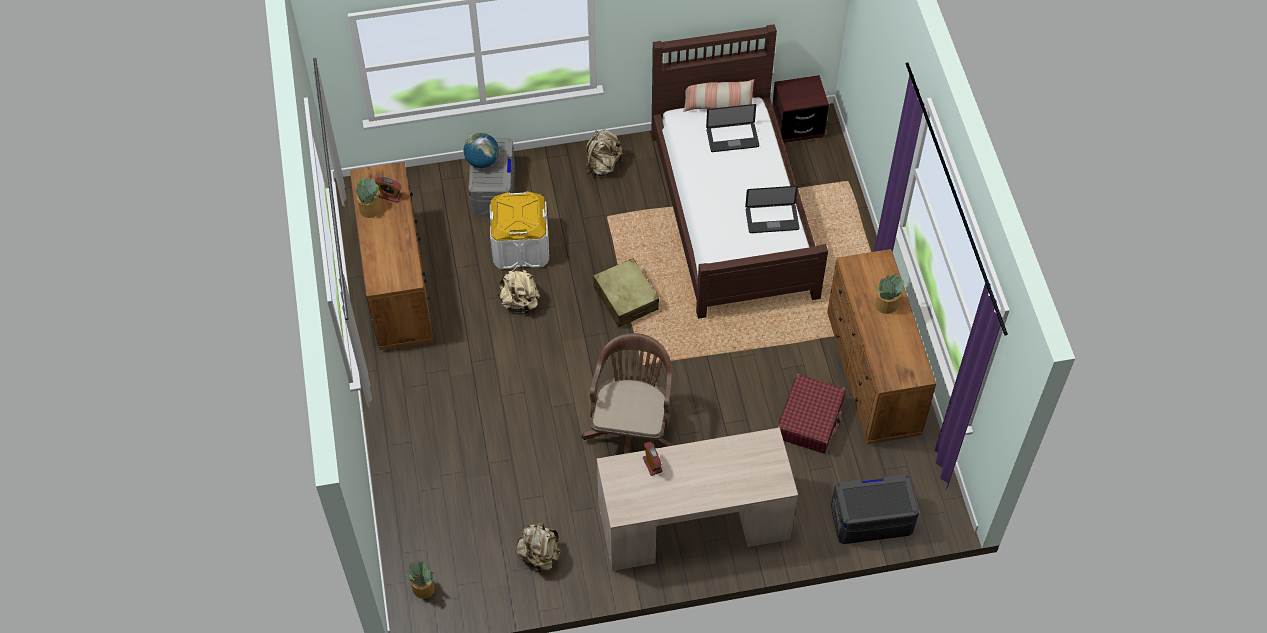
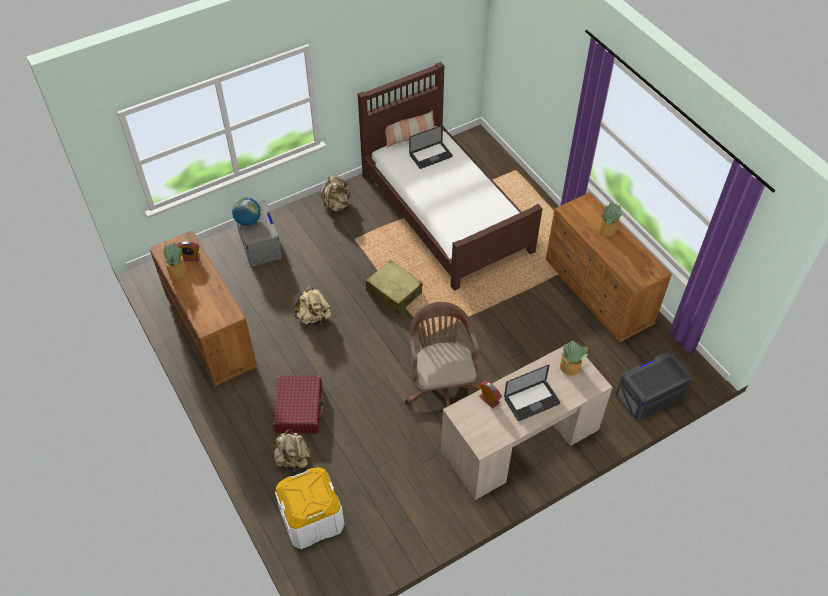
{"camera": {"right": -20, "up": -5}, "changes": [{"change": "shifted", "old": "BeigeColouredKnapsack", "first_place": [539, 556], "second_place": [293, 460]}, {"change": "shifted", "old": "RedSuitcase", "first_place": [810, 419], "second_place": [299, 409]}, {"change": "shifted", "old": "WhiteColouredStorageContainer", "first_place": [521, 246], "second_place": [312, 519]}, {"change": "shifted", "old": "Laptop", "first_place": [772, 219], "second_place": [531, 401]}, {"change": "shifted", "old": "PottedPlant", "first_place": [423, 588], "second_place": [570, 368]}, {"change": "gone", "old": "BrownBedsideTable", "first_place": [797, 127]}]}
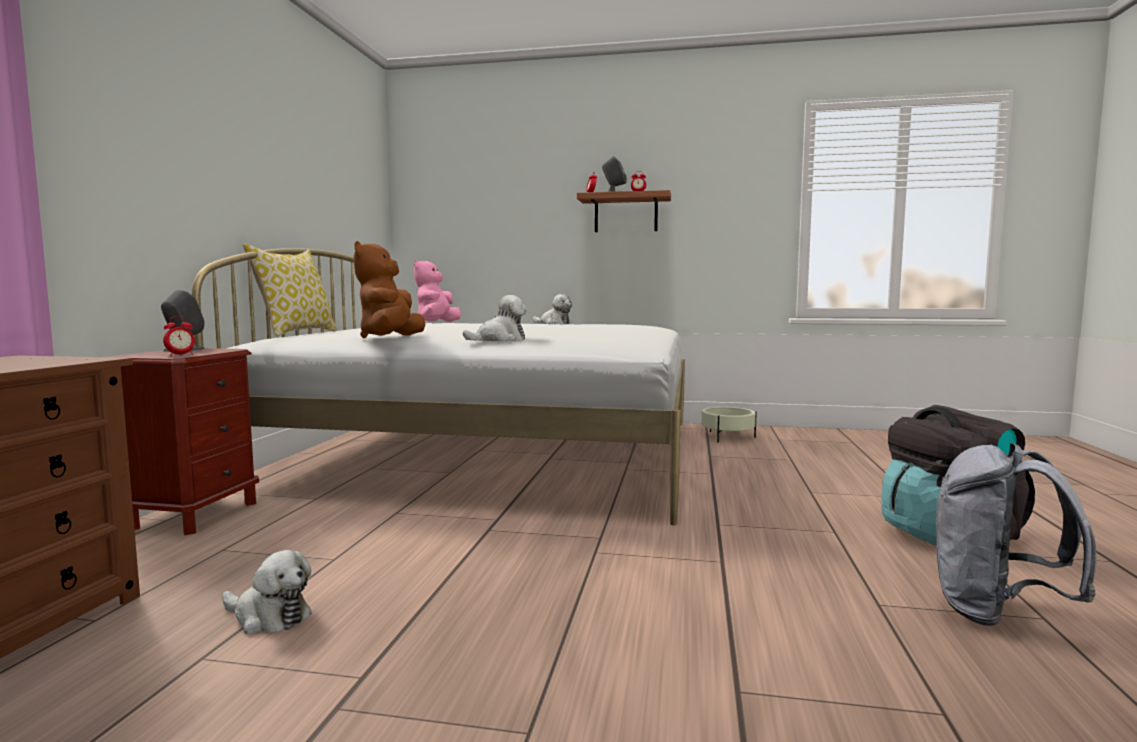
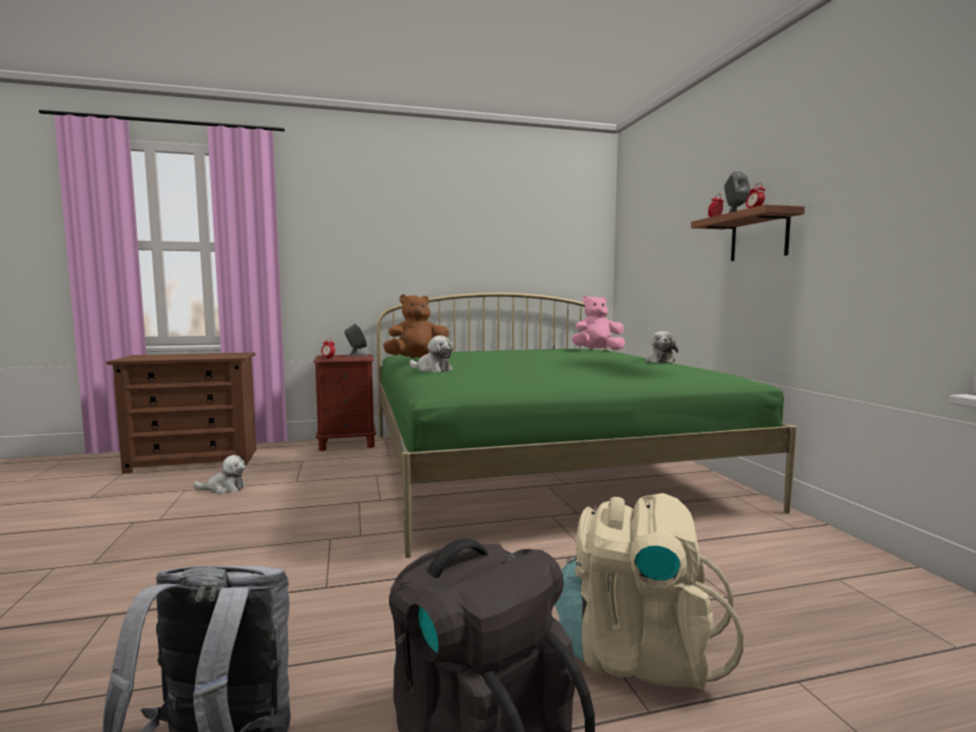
{"camera": {"right": 65, "up": 0}, "changes": [{"change": "rotated", "old": "PlushToy", "first_place": [268, 617], "second_place": [224, 489], "degrees": -90}, {"change": "repainted", "old": "WhiteColouredBedroomBed", "new": "GreenishBedroomBed", "first_place": [493, 452], "second_place": [540, 466]}, {"change": "new", "new": "BeigeColouredKnapsack", "second_place": [637, 654]}, {"change": "gone", "old": "Pillow", "first_place": [296, 333]}, {"change": "gone", "old": "BeigeColouredPlantPot", "first_place": [727, 437]}]}
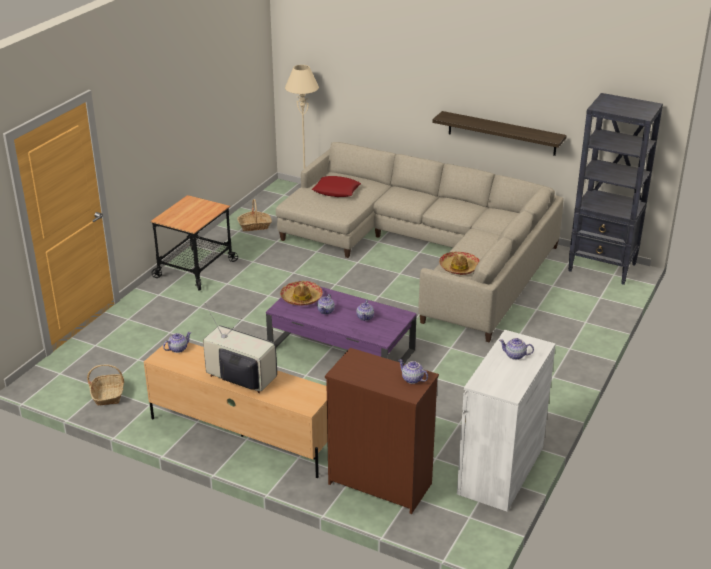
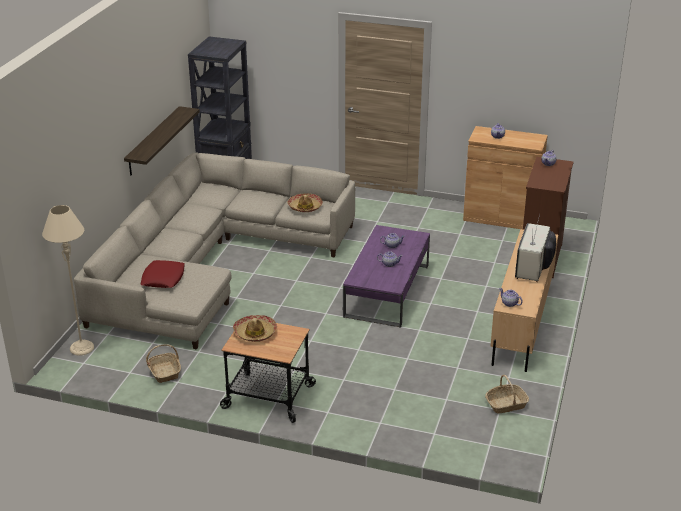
{"camera": {"right": -100, "up": 0}, "changes": [{"change": "shifted", "old": "Hat", "first_place": [301, 298], "second_place": [255, 333]}, {"change": "repainted", "old": "WhiteColouredCabinet", "new": "BrownCabinet", "first_place": [501, 470], "second_place": [501, 217]}]}
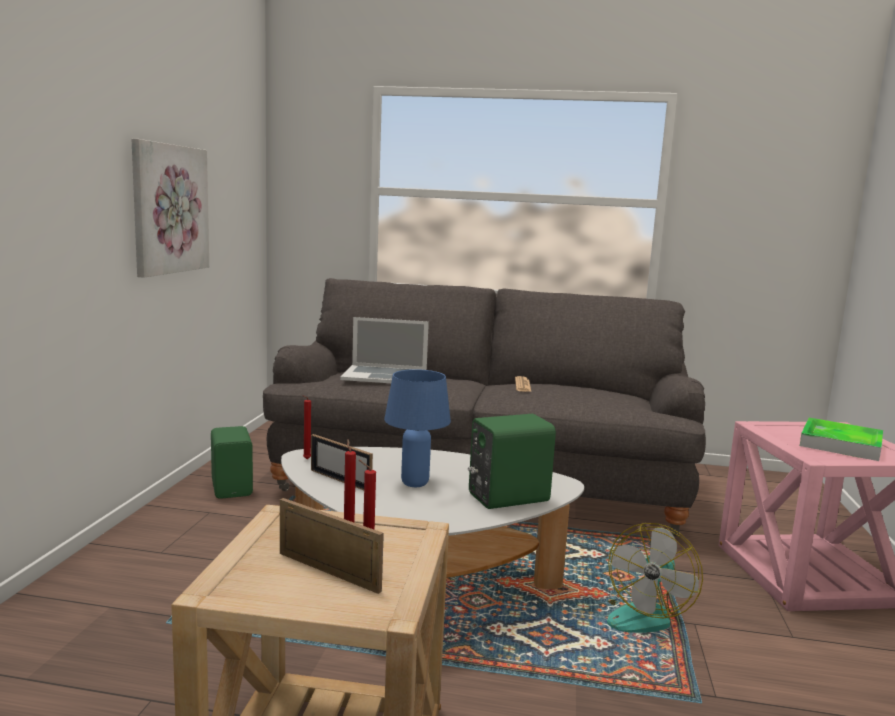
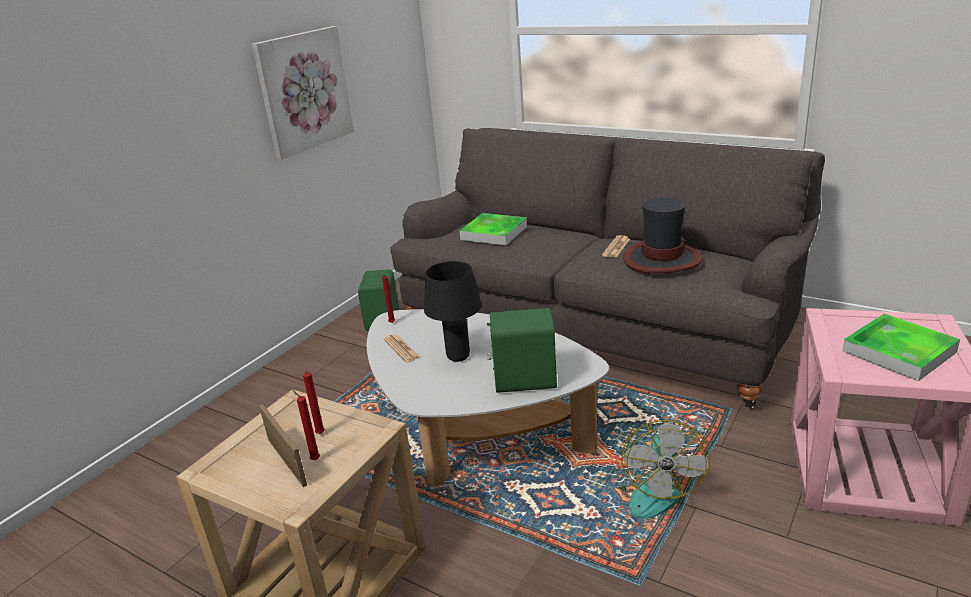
{"camera": {"right": 25, "up": 15}, "changes": [{"change": "swapped", "old": "StandingFrame", "new": "DailyPaper", "first_place": [340, 480], "second_place": [401, 349]}, {"change": "repainted", "old": "BlueColouredTableLamp", "new": "BlackishTableLamp", "first_place": [415, 483], "second_place": [459, 356]}, {"change": "swapped", "old": "Laptop", "new": "Tray", "first_place": [385, 375], "second_place": [494, 233]}, {"change": "rotated", "old": "ElectricFan", "first_place": [643, 614], "second_place": [652, 490], "degrees": -45}, {"change": "new", "new": "Hat", "second_place": [661, 259]}]}
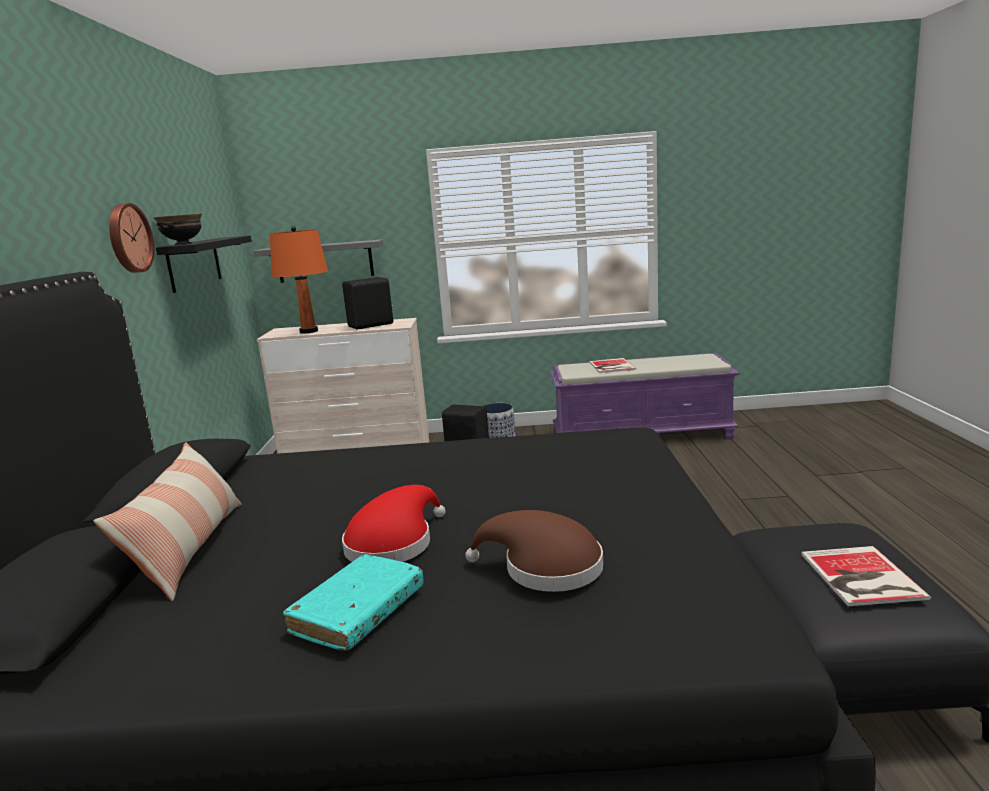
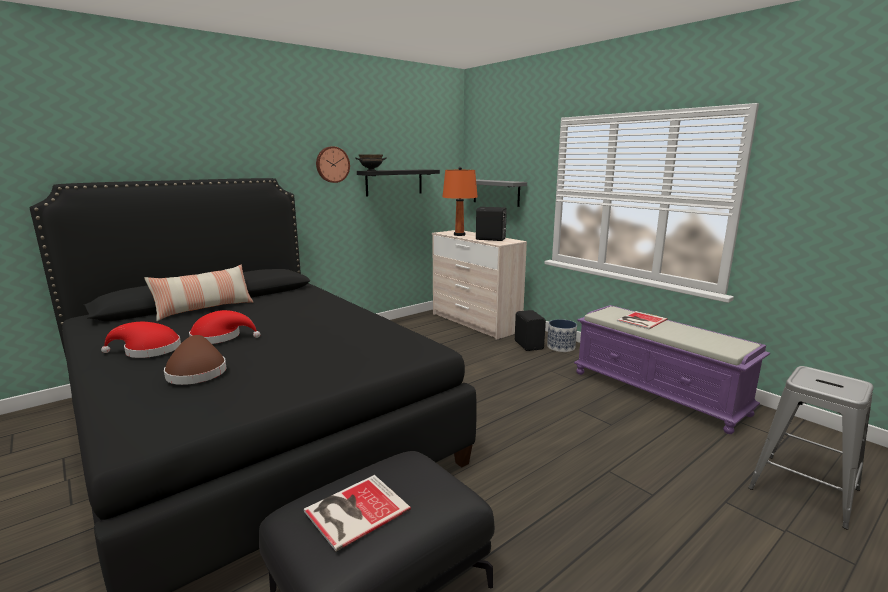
{"camera": {"right": 50, "up": 0}, "changes": [{"change": "swapped", "old": "BlueGreenVolume", "new": "RedHat", "first_place": [358, 612], "second_place": [148, 350]}, {"change": "new", "new": "GreyStool", "second_place": [804, 489]}]}
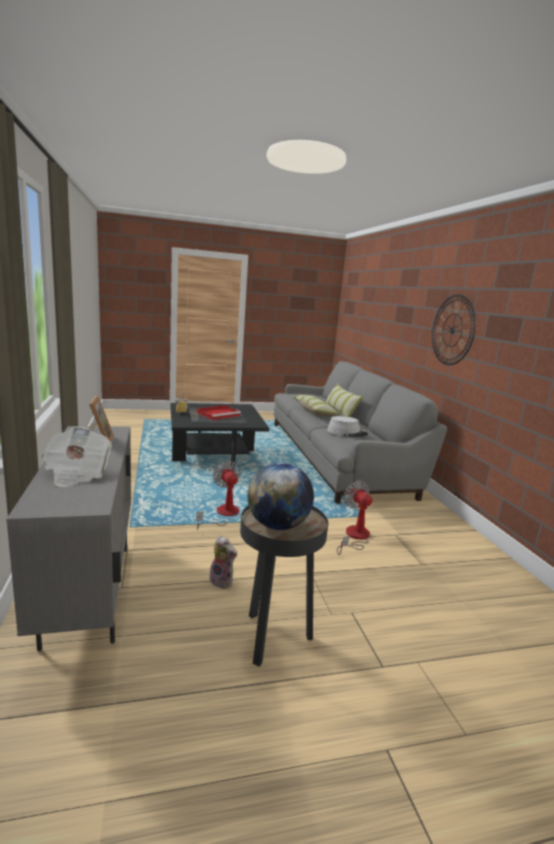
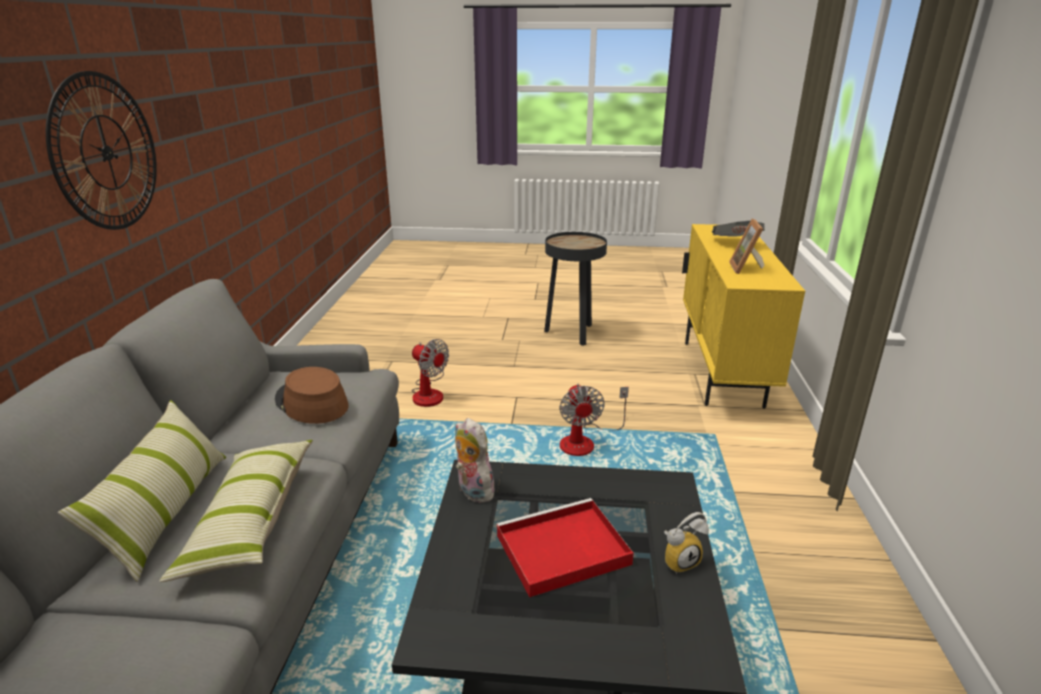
{"camera": {"right": -160, "up": 10}, "changes": [{"change": "repainted", "old": "GreyHat", "new": "BrownHat", "first_place": [347, 433], "second_place": [311, 403]}, {"change": "rotated", "old": "ElectricFan", "first_place": [354, 537], "second_place": [429, 392], "degrees": -45}, {"change": "shifted", "old": "PlushToy", "first_place": [223, 581], "second_place": [472, 491]}, {"change": "repainted", "old": "GreyCabinet", "new": "YellowishCabinet", "first_place": [89, 592], "second_place": [721, 373]}, {"change": "gone", "old": "WorldGlobe", "first_place": [278, 525]}]}
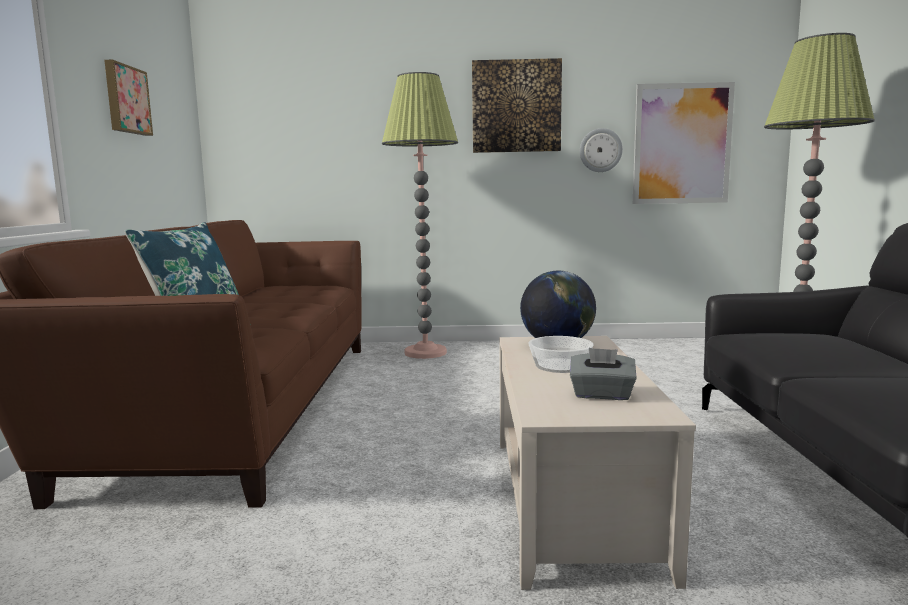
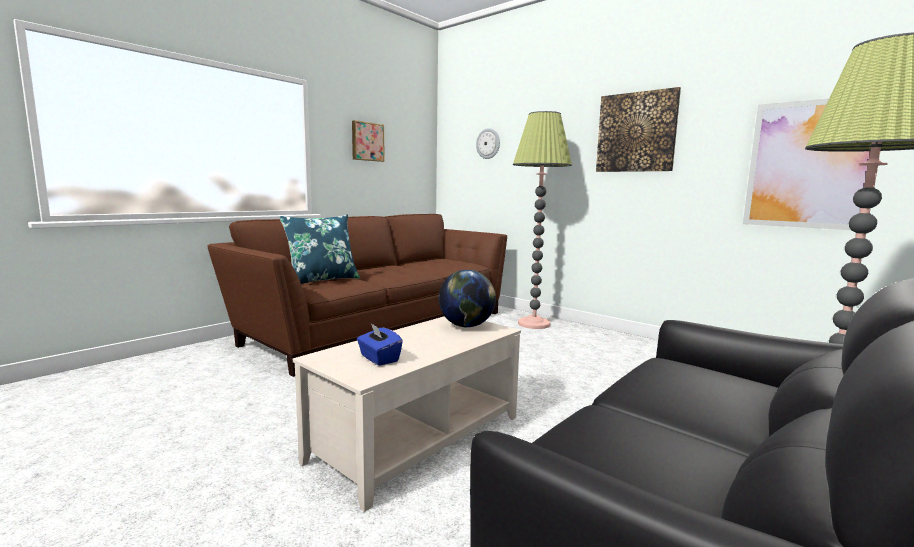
{"camera": {"right": 40, "up": 0}, "changes": [{"change": "repainted", "old": "GreyTissueHolder", "new": "BlueColouredTissueHolder", "first_place": [602, 395], "second_place": [379, 358]}, {"change": "shifted", "old": "HangingClock", "first_place": [600, 150], "second_place": [488, 143]}, {"change": "gone", "old": "ServingBowl", "first_place": [560, 365]}]}
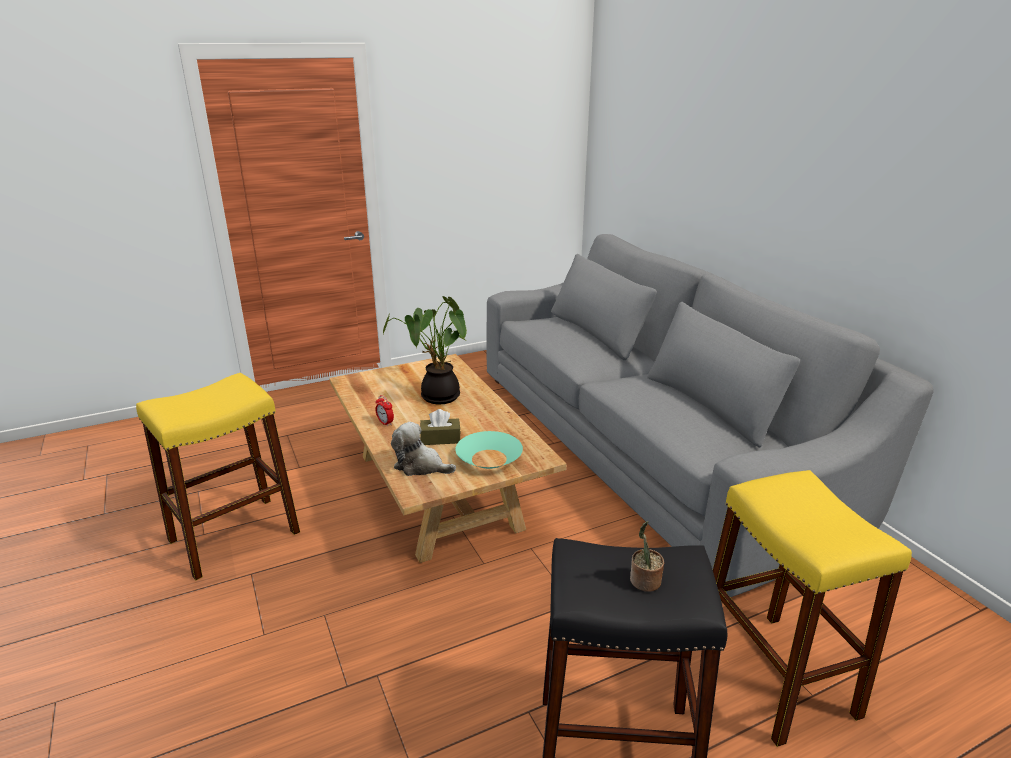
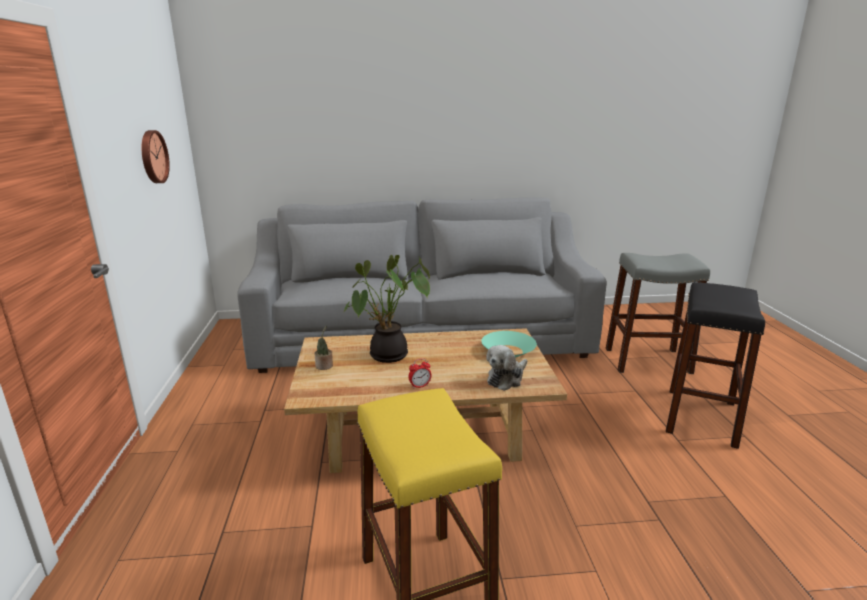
{"camera": {"right": -70, "up": -5}, "changes": [{"change": "new", "new": "HangingClock", "second_place": [152, 157]}, {"change": "shifted", "old": "PottedPlant", "first_place": [644, 582], "second_place": [324, 366]}, {"change": "repainted", "old": "YellowishStool", "new": "GreyStool", "first_place": [775, 675], "second_place": [647, 361]}, {"change": "gone", "old": "BrownTissueHolder", "first_place": [440, 439]}]}
